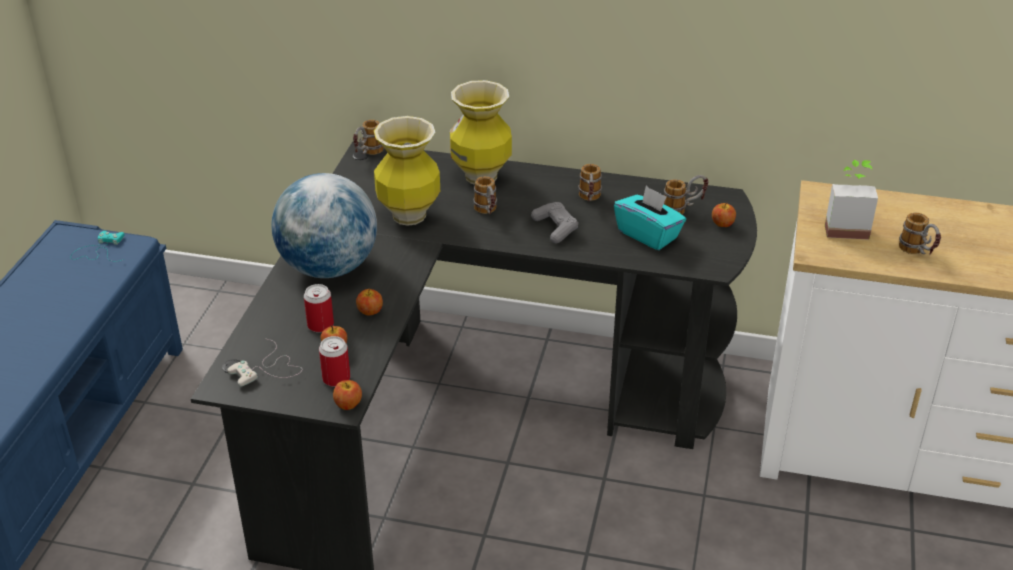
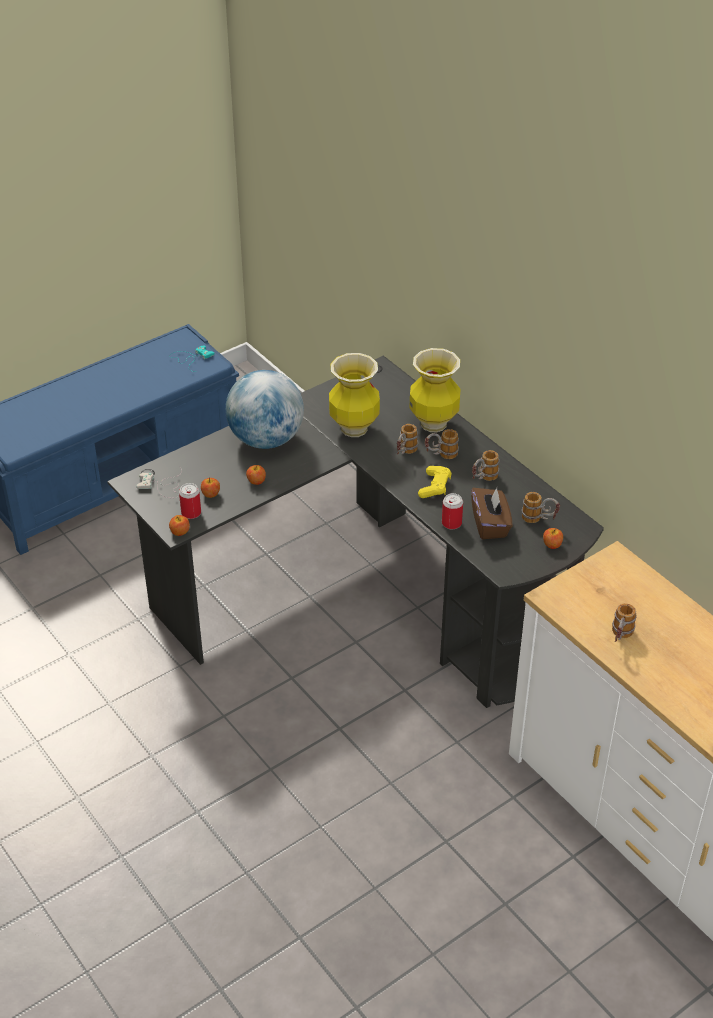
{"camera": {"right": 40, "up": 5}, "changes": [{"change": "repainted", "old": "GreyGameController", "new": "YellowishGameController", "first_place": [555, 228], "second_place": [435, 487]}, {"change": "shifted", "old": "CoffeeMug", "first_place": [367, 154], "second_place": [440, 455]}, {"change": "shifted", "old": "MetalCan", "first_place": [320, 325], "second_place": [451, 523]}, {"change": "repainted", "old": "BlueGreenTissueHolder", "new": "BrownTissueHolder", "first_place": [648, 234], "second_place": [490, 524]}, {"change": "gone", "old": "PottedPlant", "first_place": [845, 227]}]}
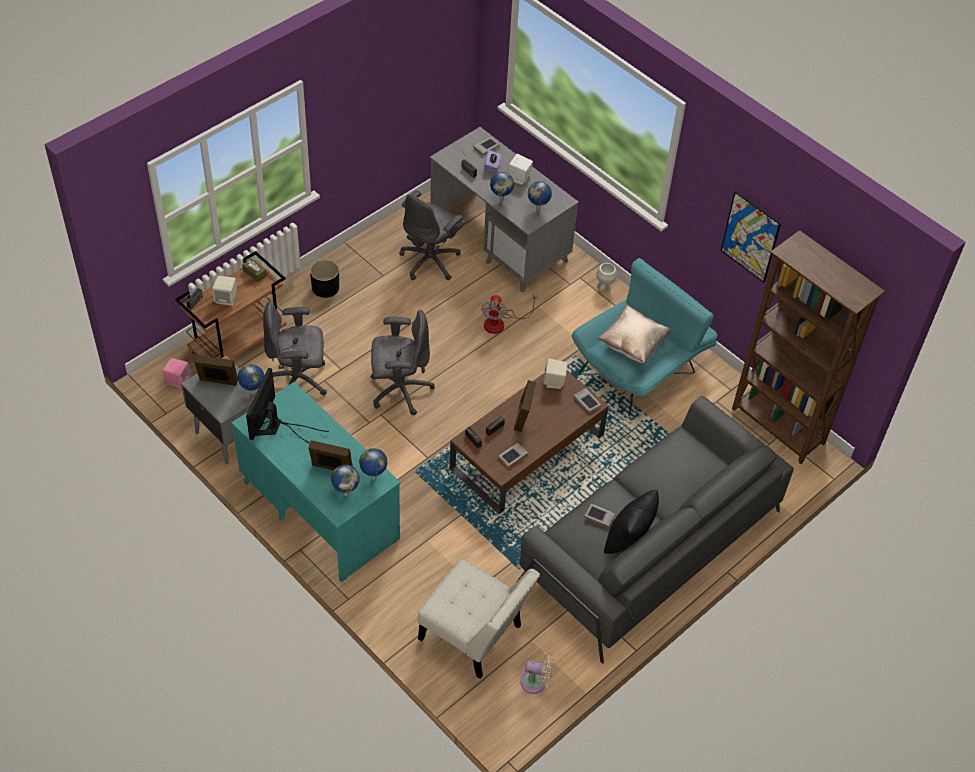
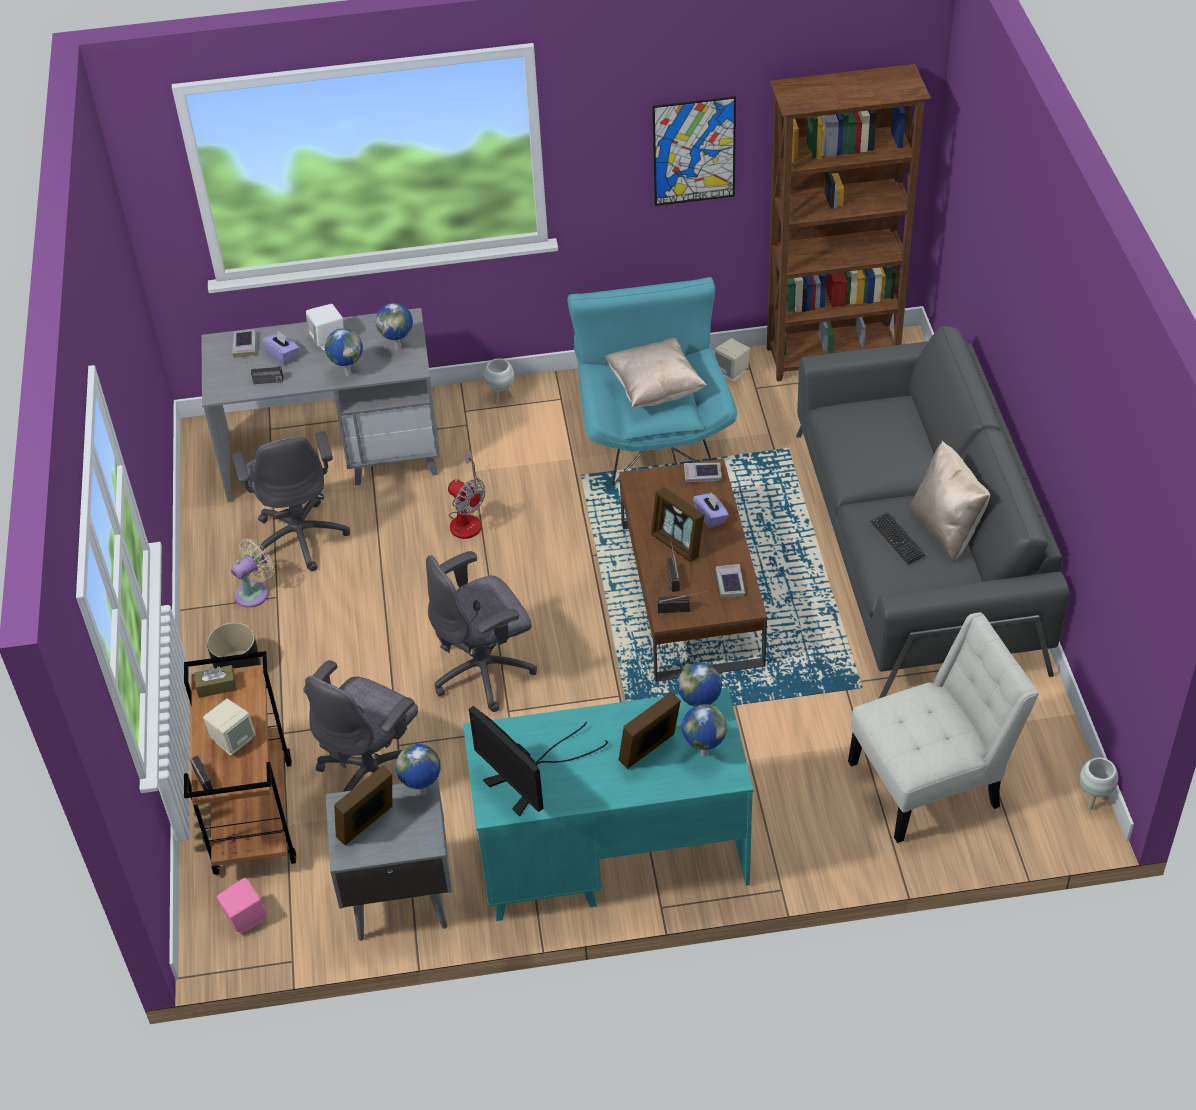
{"camera": {"right": -50, "up": -5}, "changes": [{"change": "shifted", "old": "BeigeColouredElectricFan", "first_place": [536, 682], "second_place": [255, 592]}, {"change": "rotated", "old": "GreyComputerChair", "first_place": [399, 390], "second_place": [485, 672], "degrees": -150}, {"change": "new", "new": "PurpleTissueHolder", "second_place": [711, 517]}, {"change": "shifted", "old": "BeigeColouredSpeaker", "first_place": [554, 382], "second_place": [731, 372]}, {"change": "swapped", "old": "Volume", "new": "PcKeyboard", "first_place": [599, 517], "second_place": [897, 539]}, {"change": "repainted", "old": "BlackishPillow", "new": "BeigeColouredPillow", "first_place": [629, 538], "second_place": [946, 529]}, {"change": "new", "new": "WhiteColouredPlantPot", "second_place": [1093, 799]}]}
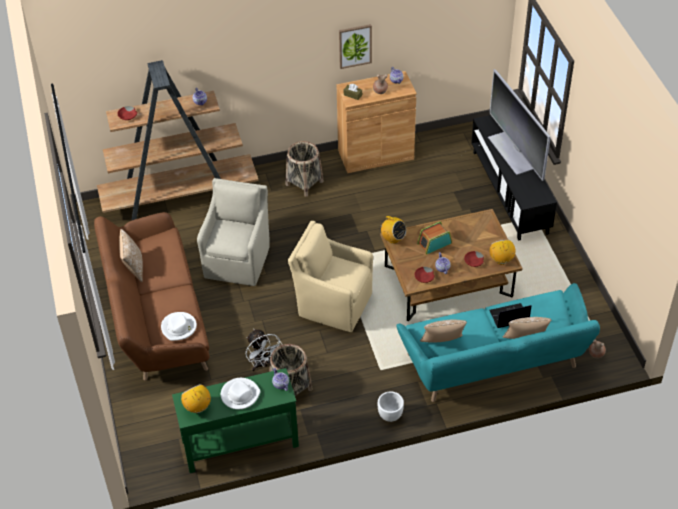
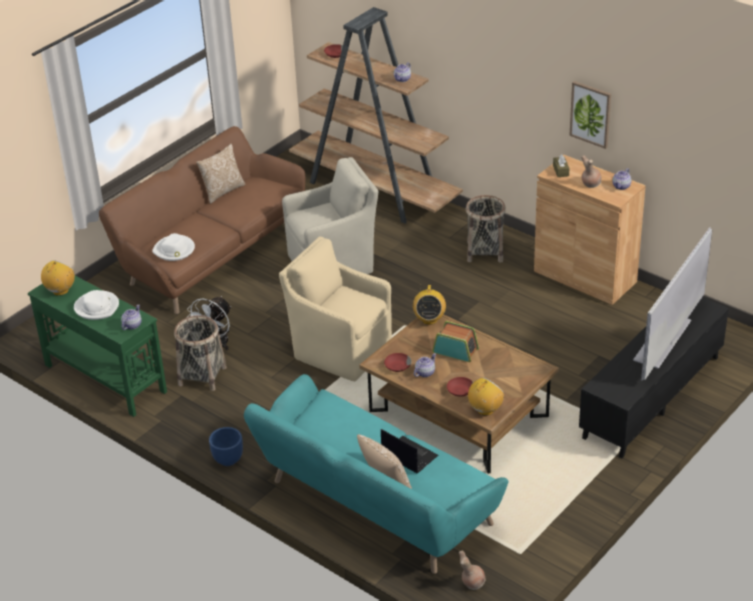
{"camera": {"right": 55, "up": -10}, "changes": [{"change": "repainted", "old": "WhiteColouredPlantPot", "new": "BlueColouredPlantPot", "first_place": [390, 416], "second_place": [228, 460]}, {"change": "rotated", "old": "BeigeColouredEasyChair", "first_place": [333, 303], "second_place": [340, 349], "degrees": -45}, {"change": "gone", "old": "Pillow", "first_place": [442, 344]}]}
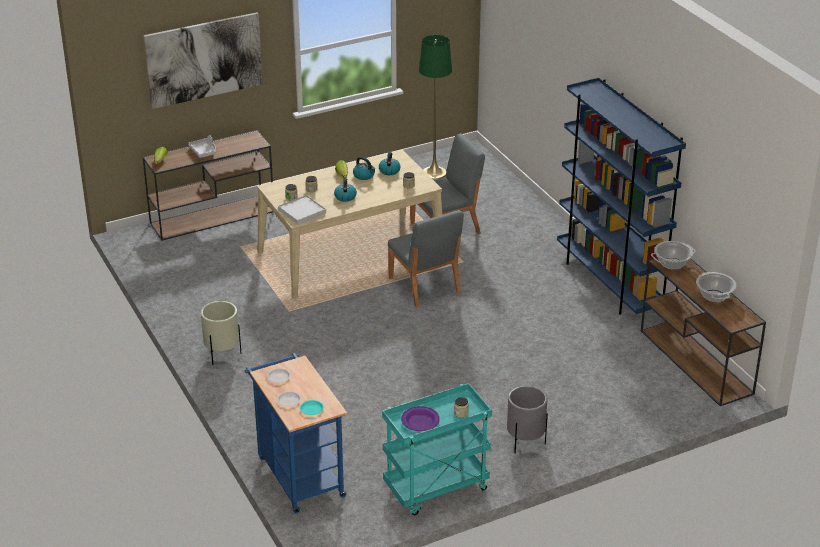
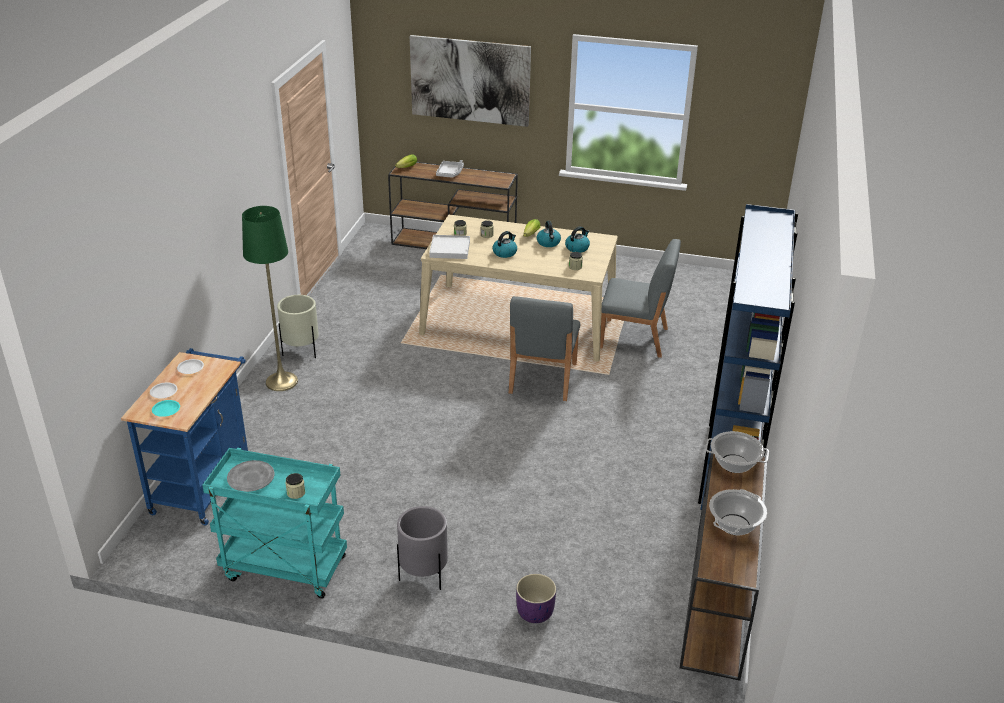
{"camera": {"right": 40, "up": 0}, "changes": [{"change": "repainted", "old": "PurpleFlatDish", "new": "GreyFlatDish", "first_place": [420, 421], "second_place": [251, 478]}, {"change": "shifted", "old": "GreenishFloorLamp", "first_place": [434, 173], "second_place": [281, 381]}, {"change": "new", "new": "PurplePlantPot", "second_place": [535, 612]}]}
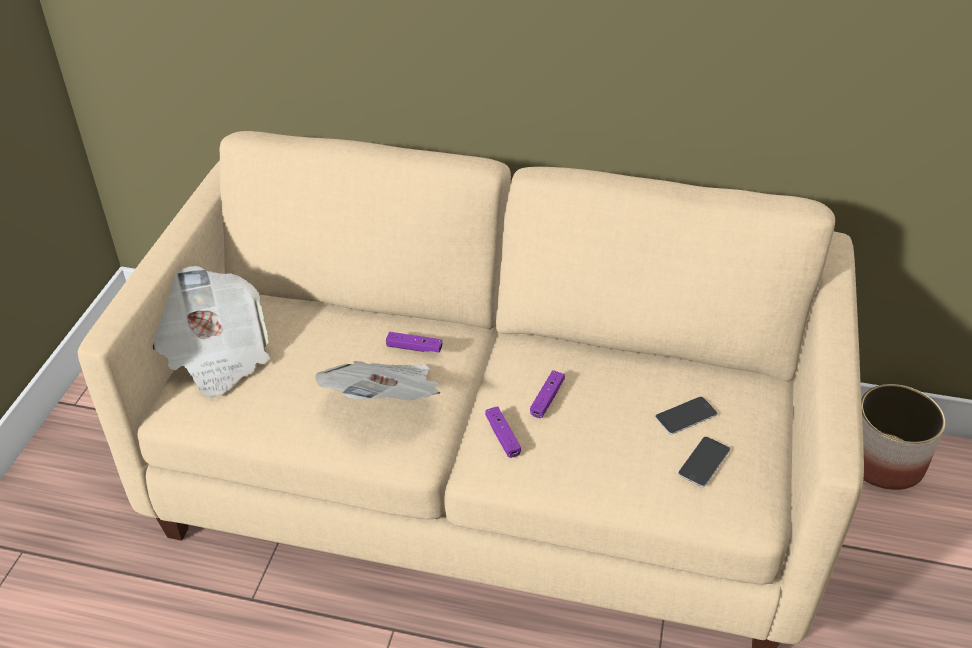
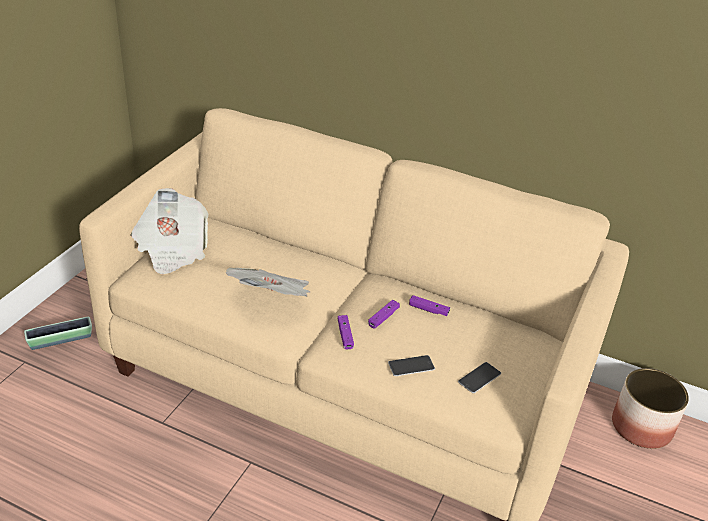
{"camera": {"right": 10, "up": -5}, "changes": [{"change": "new", "new": "PlantPot", "second_place": [60, 340]}, {"change": "shifted", "old": "Phone", "first_place": [686, 415], "second_place": [411, 366]}, {"change": "shifted", "old": "PurpleGameController", "first_place": [414, 348], "second_place": [428, 310]}]}
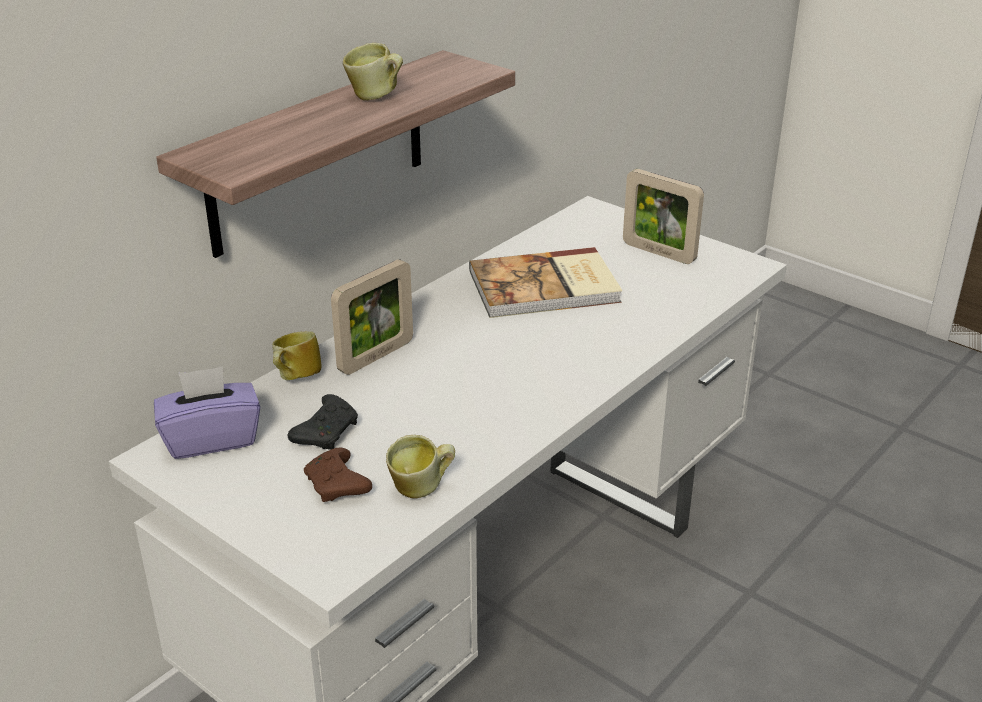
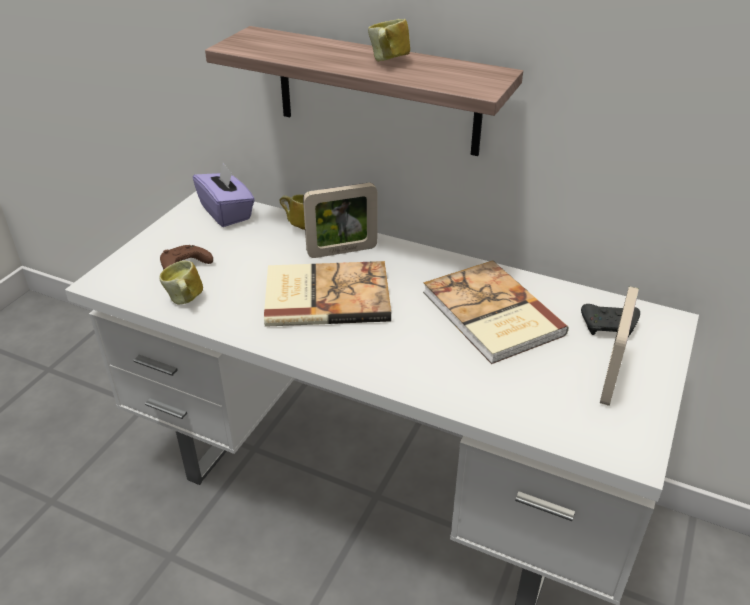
{"camera": {"right": 75, "up": 5}, "changes": [{"change": "new", "new": "Volume", "second_place": [326, 296]}, {"change": "rotated", "old": "StandingFrame", "first_place": [376, 356], "second_place": [342, 251], "degrees": -45}, {"change": "shifted", "old": "BlackishGameController", "first_place": [327, 432], "second_place": [609, 327]}]}
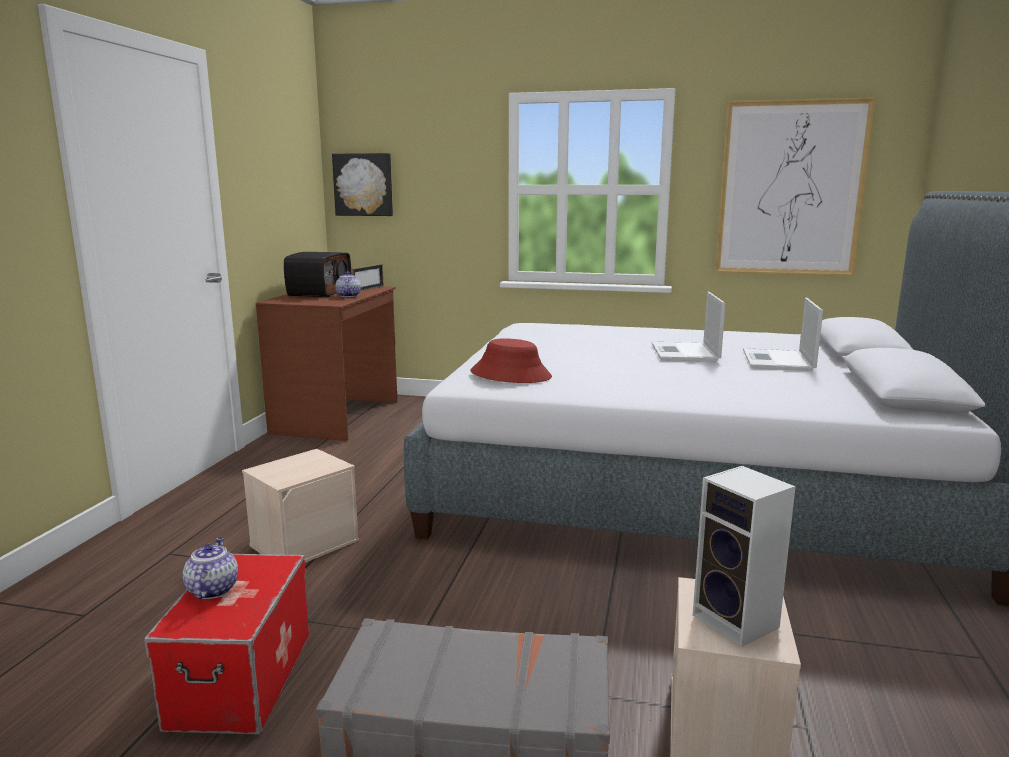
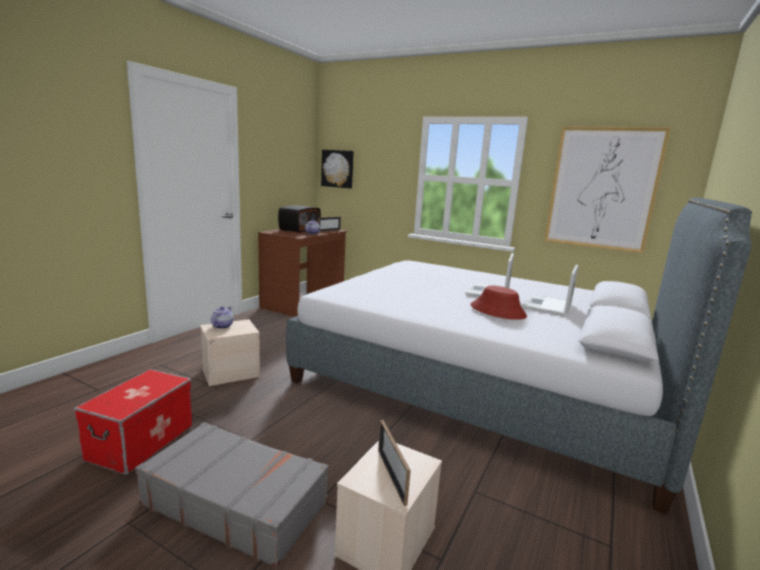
{"camera": {"right": 15, "up": 0}, "changes": [{"change": "shifted", "old": "TeaPot", "first_place": [212, 589], "second_place": [222, 326]}, {"change": "swapped", "old": "Speaker", "new": "StandingFrame", "first_place": [739, 622], "second_place": [391, 475]}, {"change": "shifted", "old": "RedHat", "first_place": [511, 375], "second_place": [498, 311]}]}
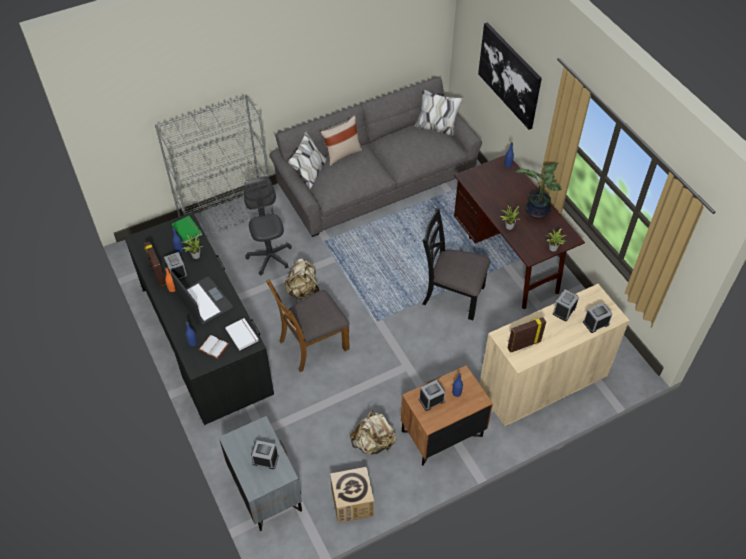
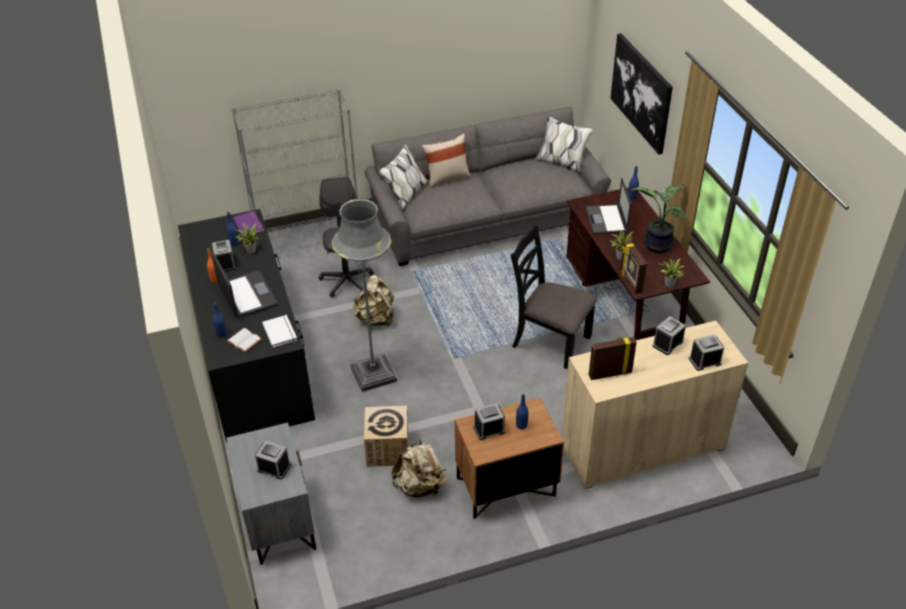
{"camera": {"right": 10, "up": -10}, "changes": [{"change": "repainted", "old": "GreenishVolume", "new": "PurpleVolume", "first_place": [188, 229], "second_place": [249, 225]}, {"change": "swapped", "old": "BrownPlainChair", "new": "GreyFloorLamp", "first_place": [313, 344], "second_place": [373, 374]}, {"change": "shifted", "old": "PackingBox", "first_place": [352, 502], "second_place": [388, 449]}, {"change": "new", "new": "Laptop", "second_place": [606, 220]}, {"change": "shifted", "old": "StandingFrame", "first_place": [157, 274], "second_place": [630, 282]}]}
